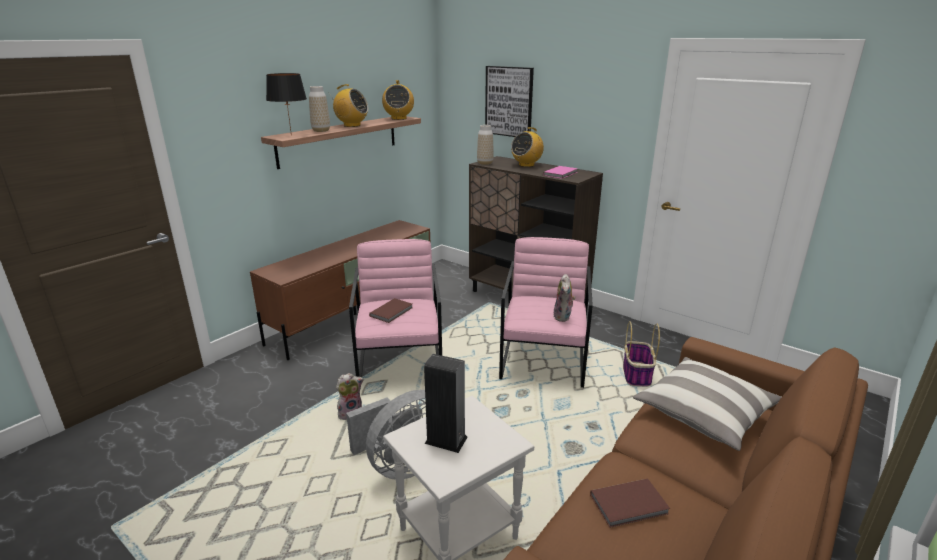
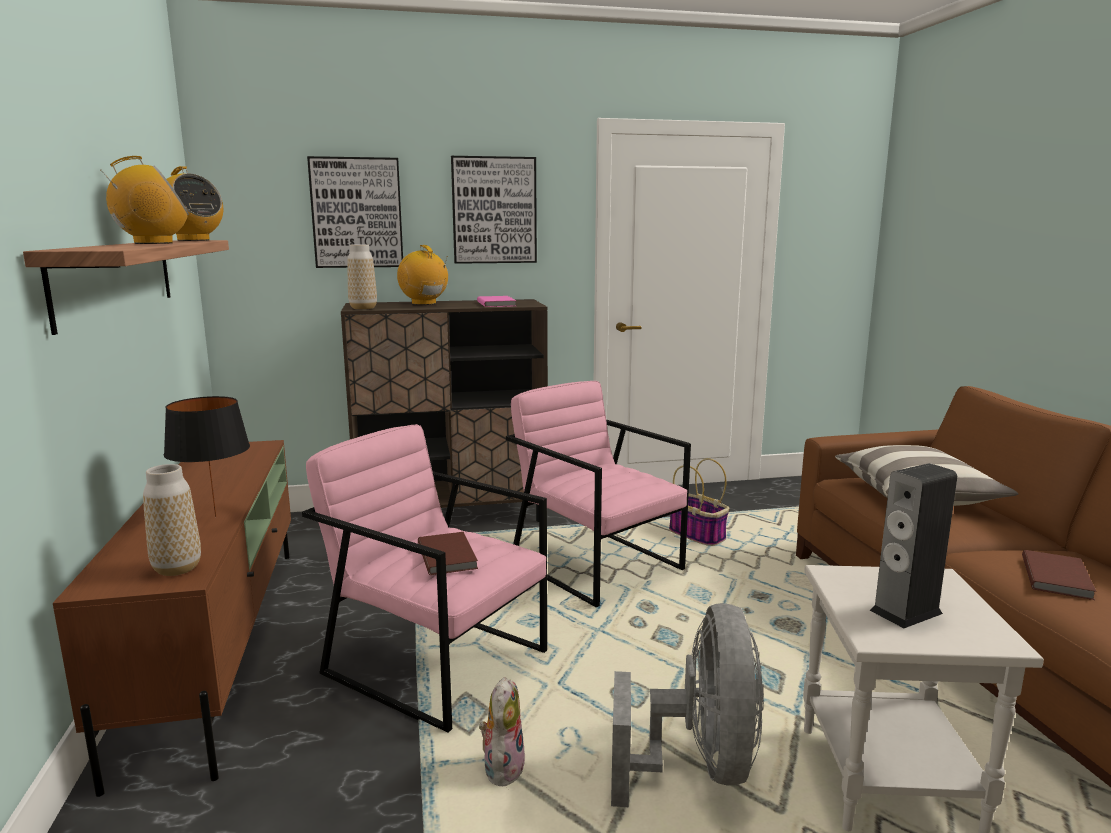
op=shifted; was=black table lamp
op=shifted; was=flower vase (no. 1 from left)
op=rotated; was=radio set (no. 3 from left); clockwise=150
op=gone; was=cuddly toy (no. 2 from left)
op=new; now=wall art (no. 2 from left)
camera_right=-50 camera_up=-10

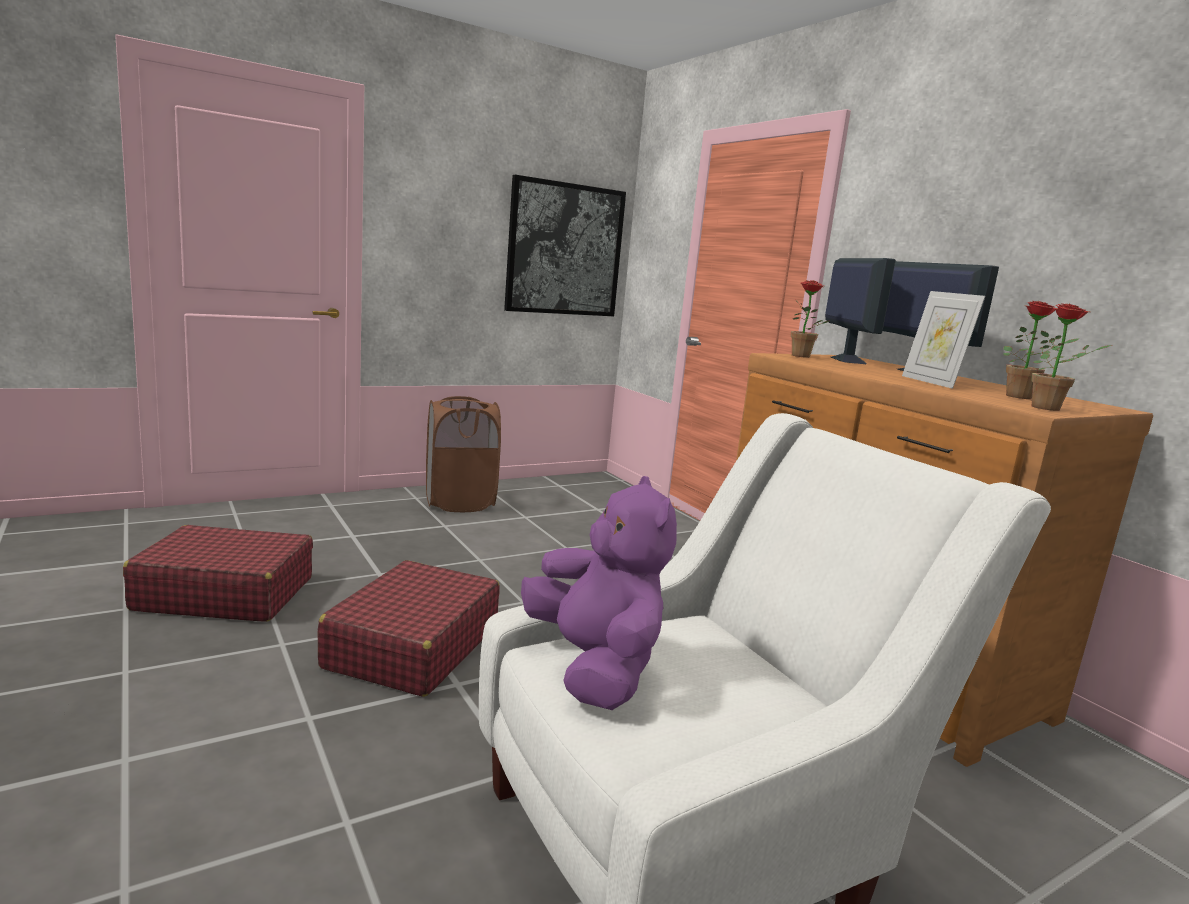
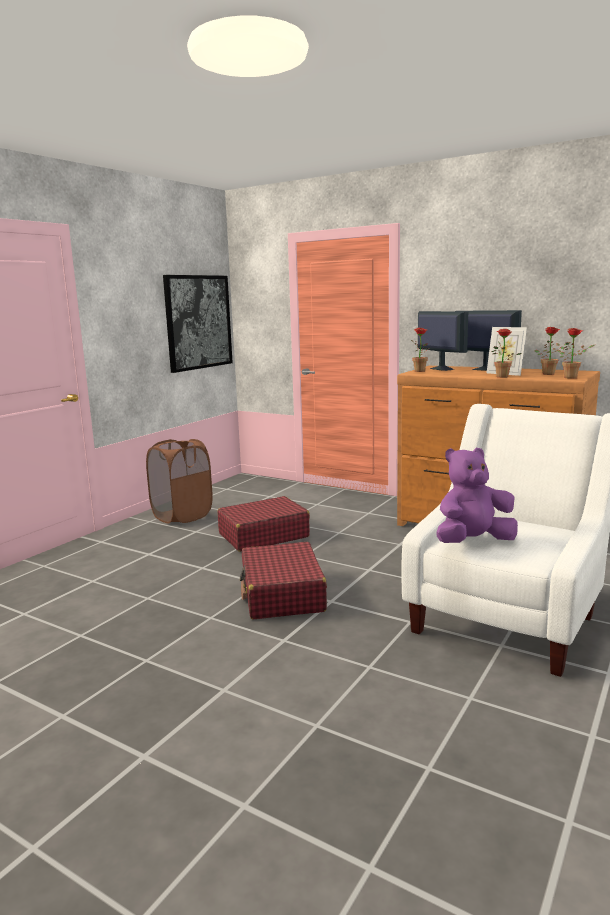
op=rotated; was=purple cuddly toy; clockwise=-60
op=shifted; was=red-coloured suitcase (no. 1 from left)
op=new; now=houseplant (no. 2 from left)
camera_right=-25 camera_up=0

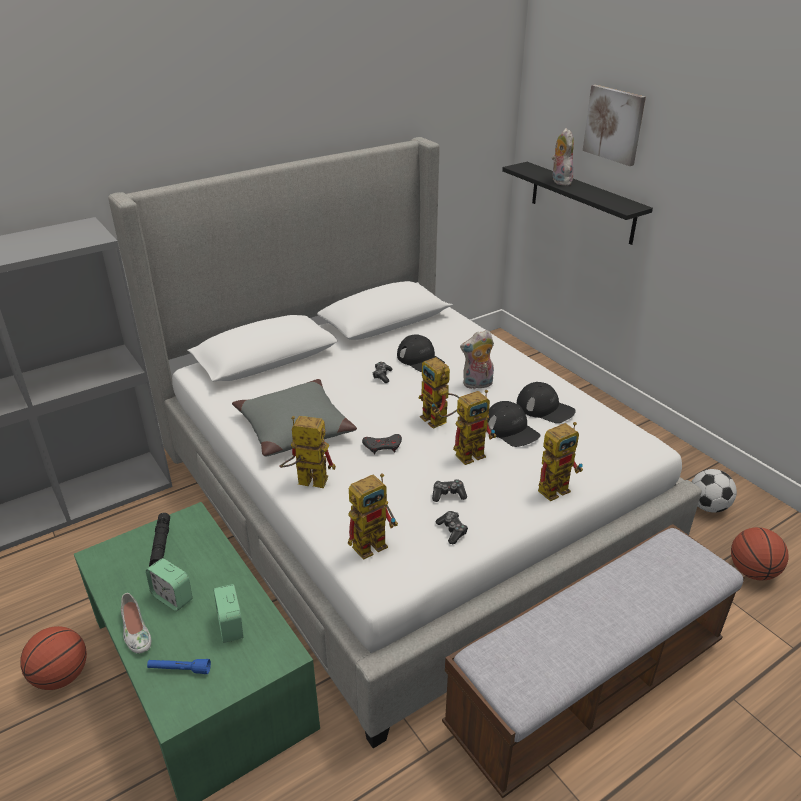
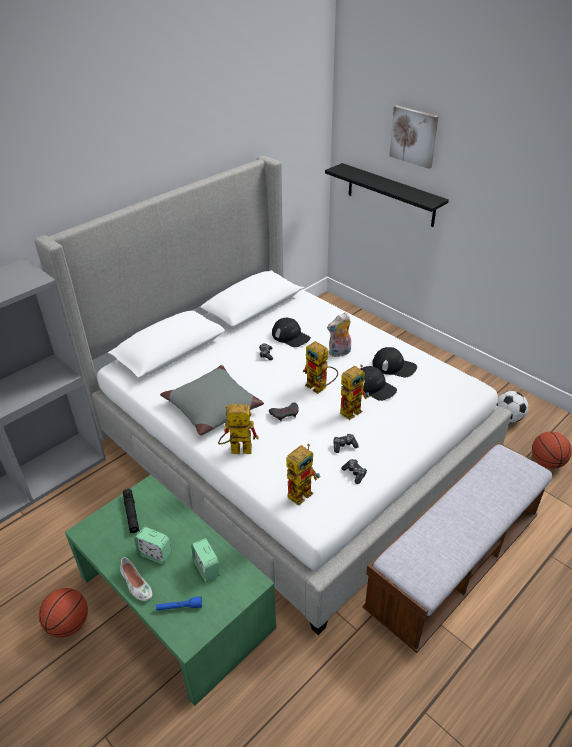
op=gone; was=cuddly toy (no. 2 from left)
op=gone; was=model robot (no. 5 from left)
camera_right=-10 camera_up=5

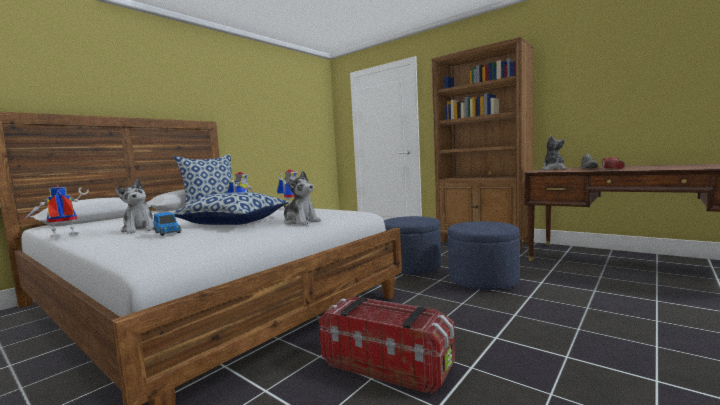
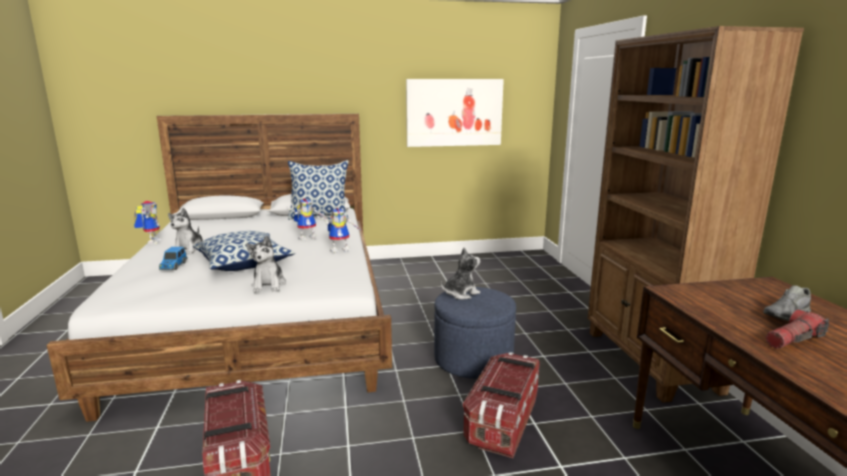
op=shifted; was=cuddly toy (no. 3 from left)
op=rotated; was=model robot (no. 1 from left); clockwise=75
op=swapped; was=bluish pouffe (no. 2 from left); now=storage container (no. 2 from left)
op=new; now=wall art
camera_right=40 camera_up=10

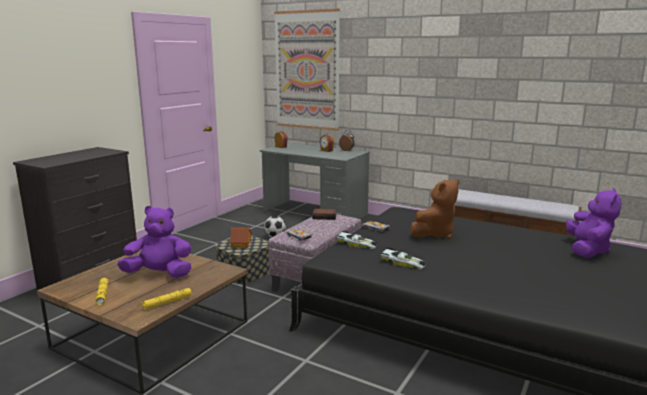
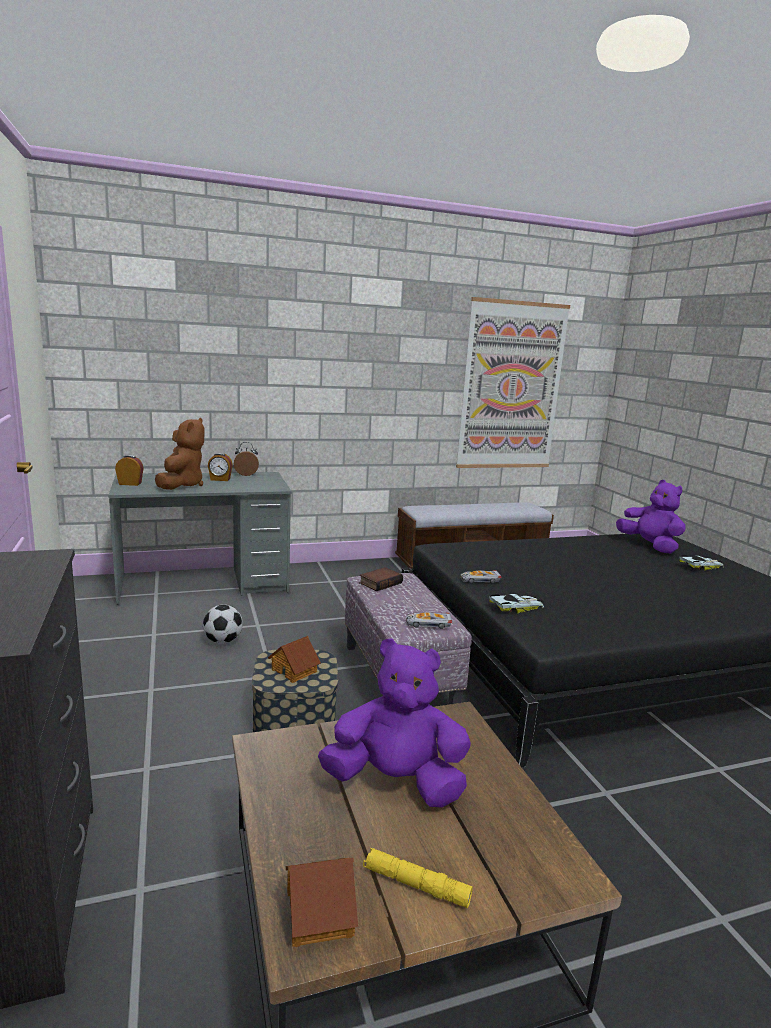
op=shifted; was=wall art
op=shifted; was=brown-coloured cuddly toy
op=rotated; was=purple cuddly toy (no. 1 from left); clockwise=60
op=shifted; was=model car (no. 4 from left)
op=gone; was=yellow flashlight (no. 2 from left)
op=new; now=toy house (no. 2 from left)
camera_right=-50 camera_up=0

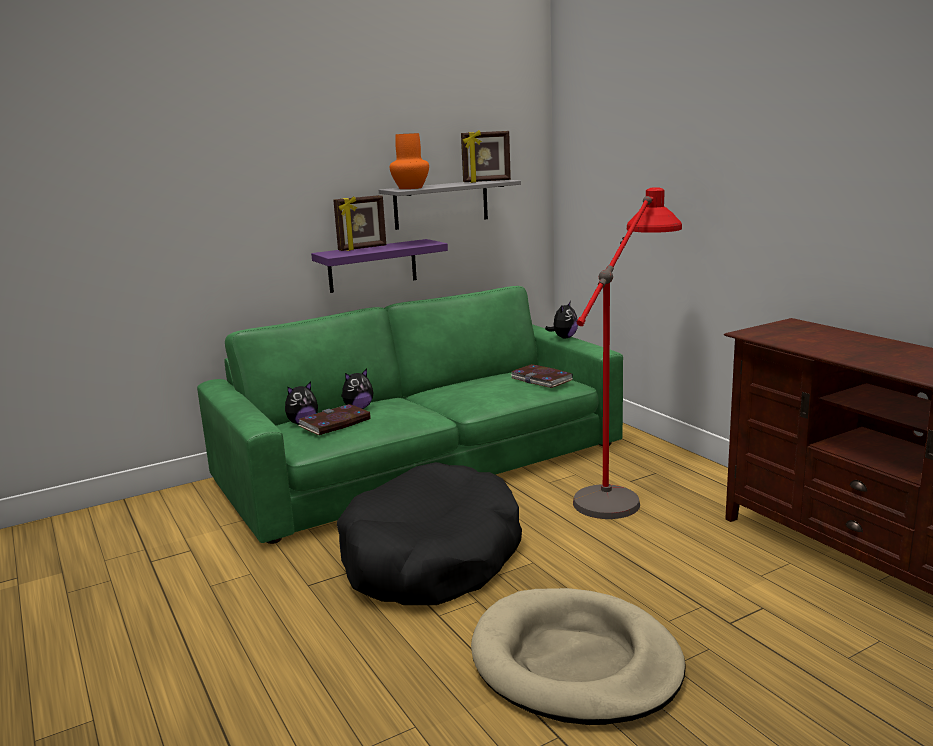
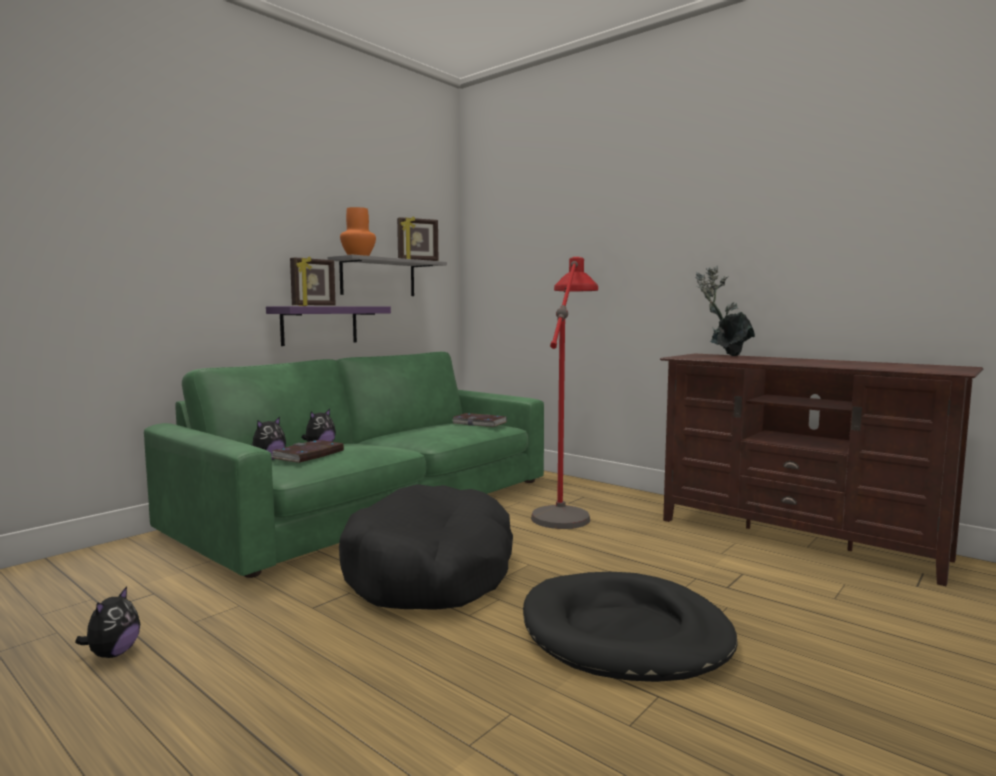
op=shifted; was=cuddly toy (no. 3 from left in the first image); now=cuddly toy (no. 1 from left)
op=repainted; was=sand-coloured pet bed; now=black pet bed (no. 2 from left)
op=new; now=houseplant
camera_right=-20 camera_up=-10

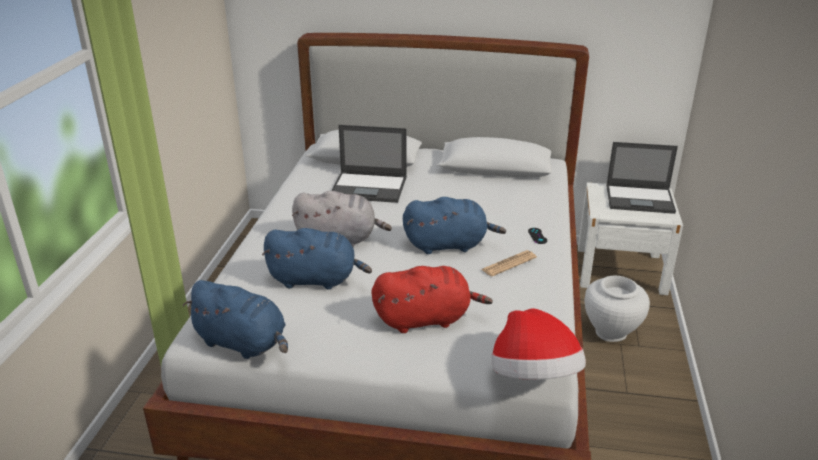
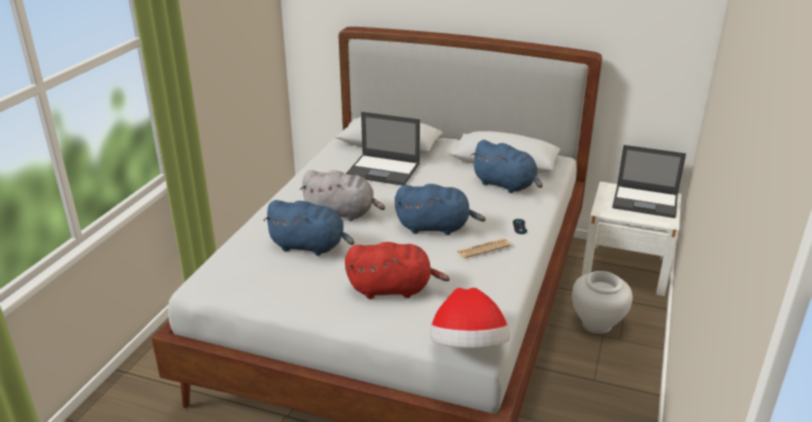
op=shifted; was=bluish cuddly toy (no. 1 from left in the first image); now=bluish cuddly toy (no. 3 from left)
camera_right=10 camera_up=0

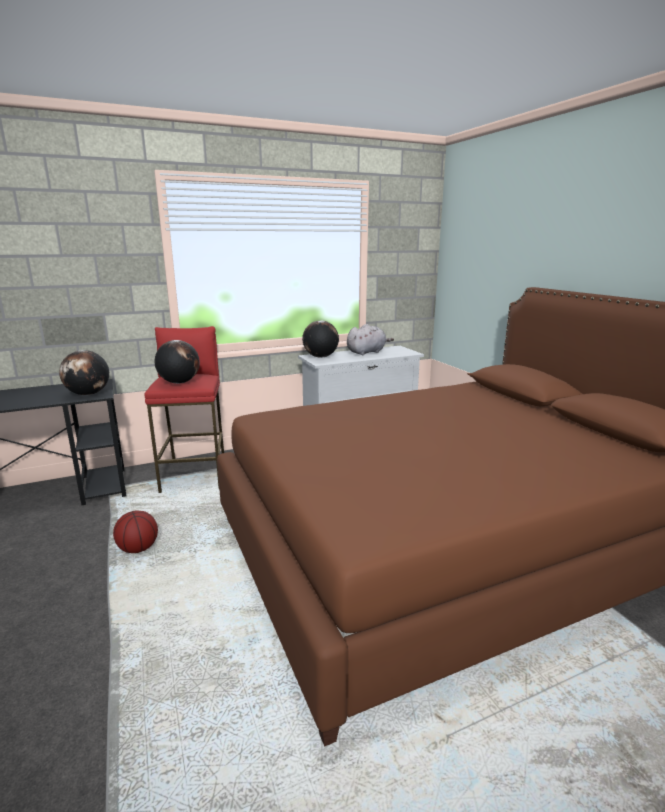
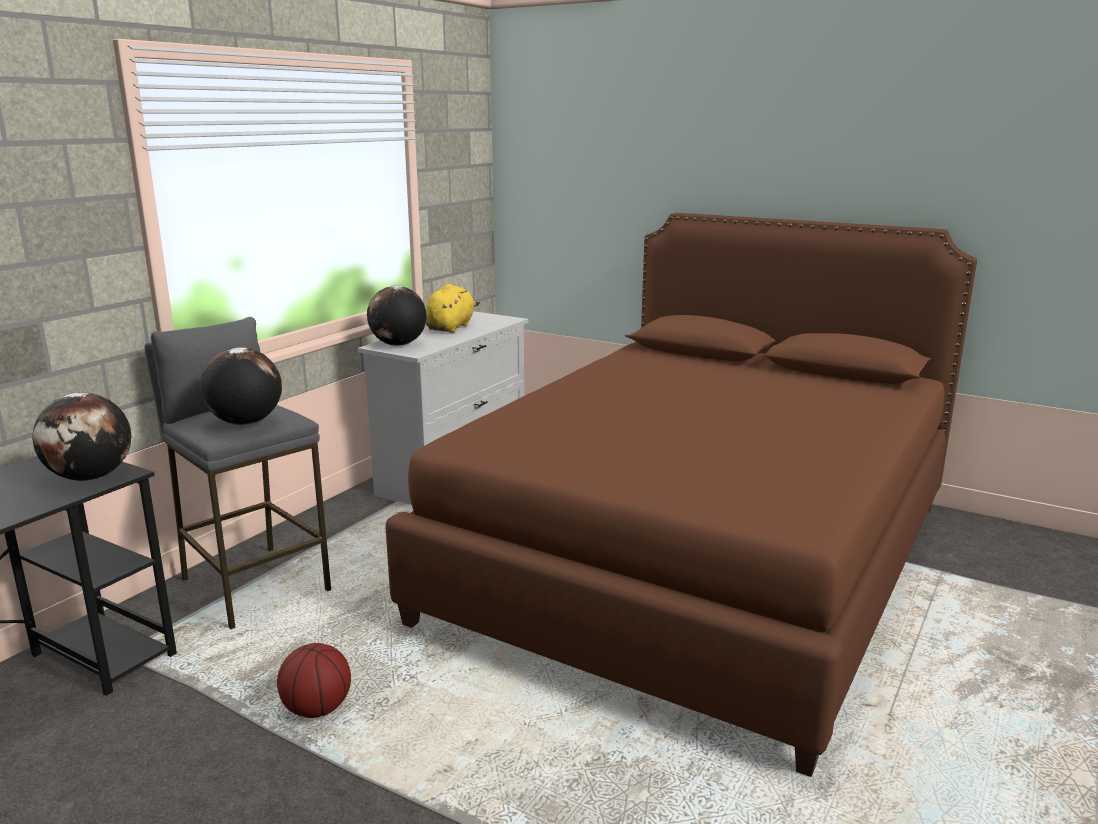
op=repainted; was=greyish cuddly toy; now=yellow cuddly toy
op=repainted; was=red-coloured stool seat; now=greyish stool seat
camera_right=-35 camera_up=0

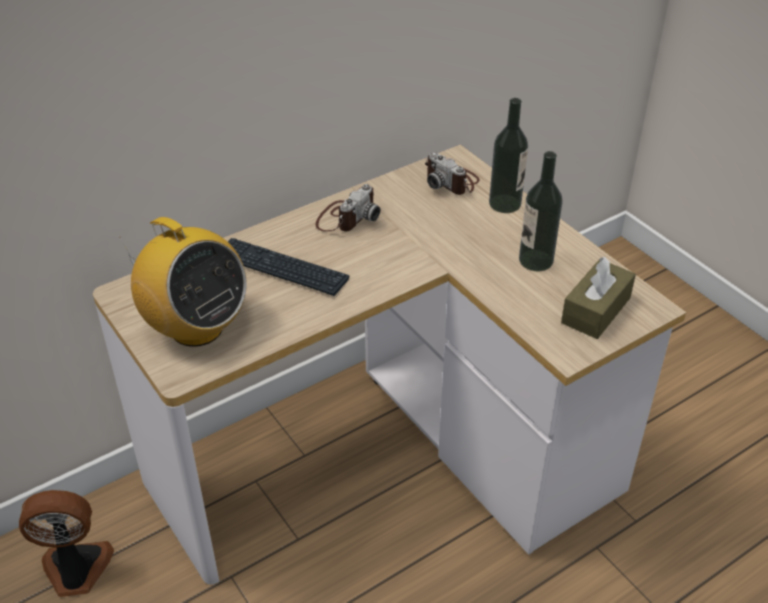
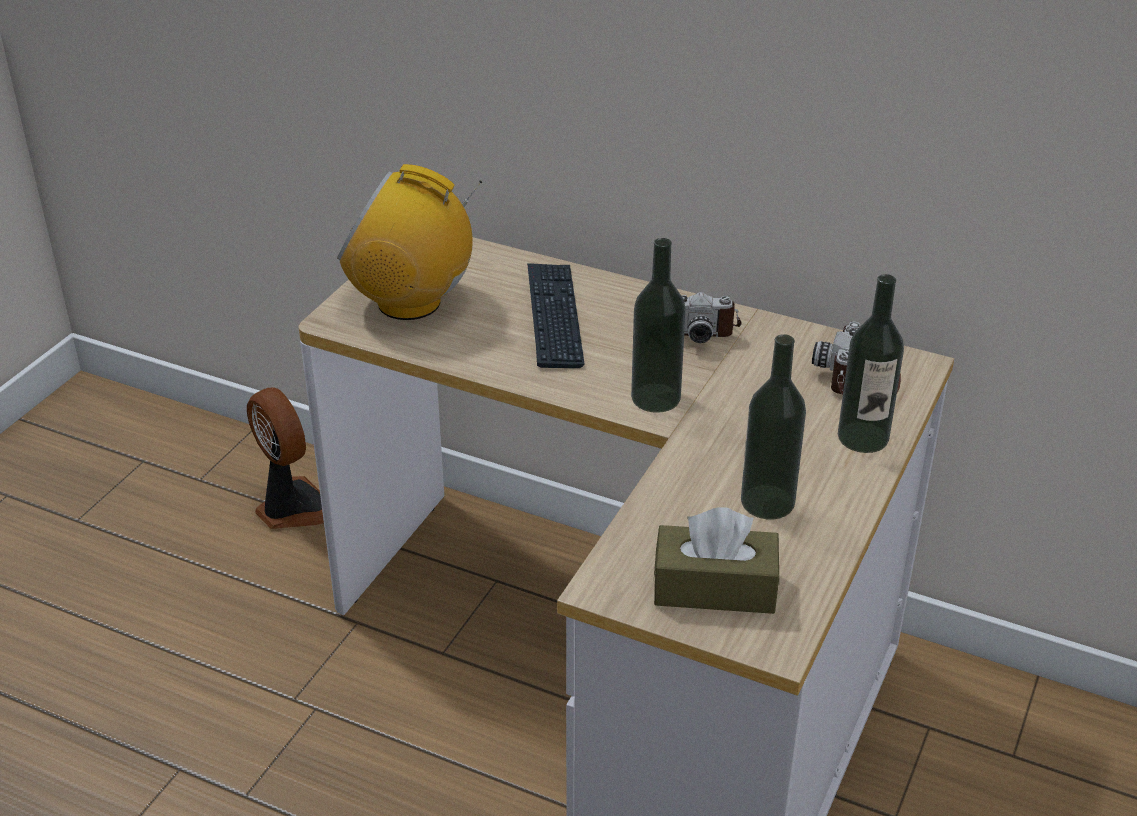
op=rotated; was=radio set; clockwise=90
op=new; now=beverage bottle (no. 1 from left)
camera_right=60 camera_up=-5

